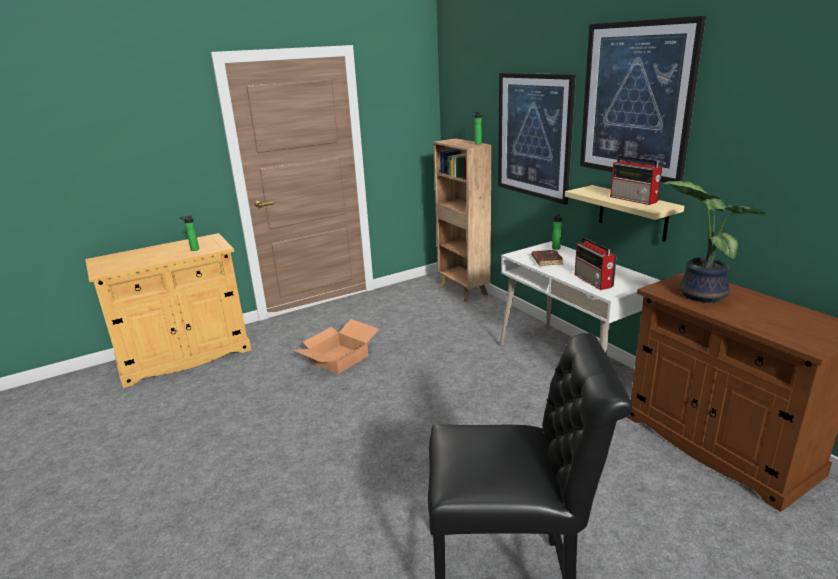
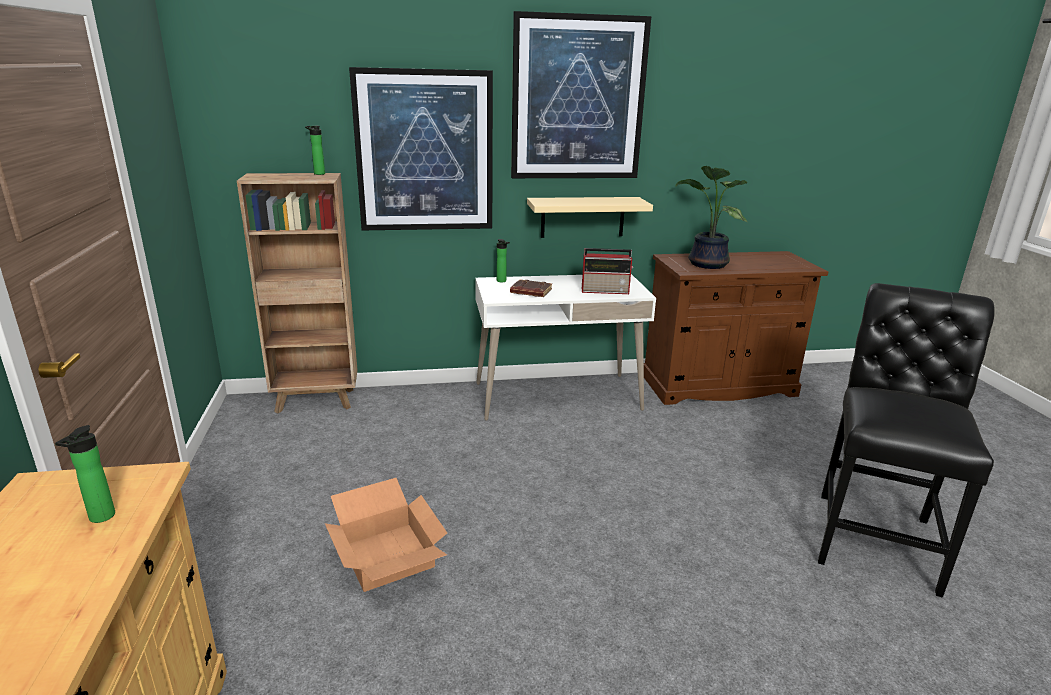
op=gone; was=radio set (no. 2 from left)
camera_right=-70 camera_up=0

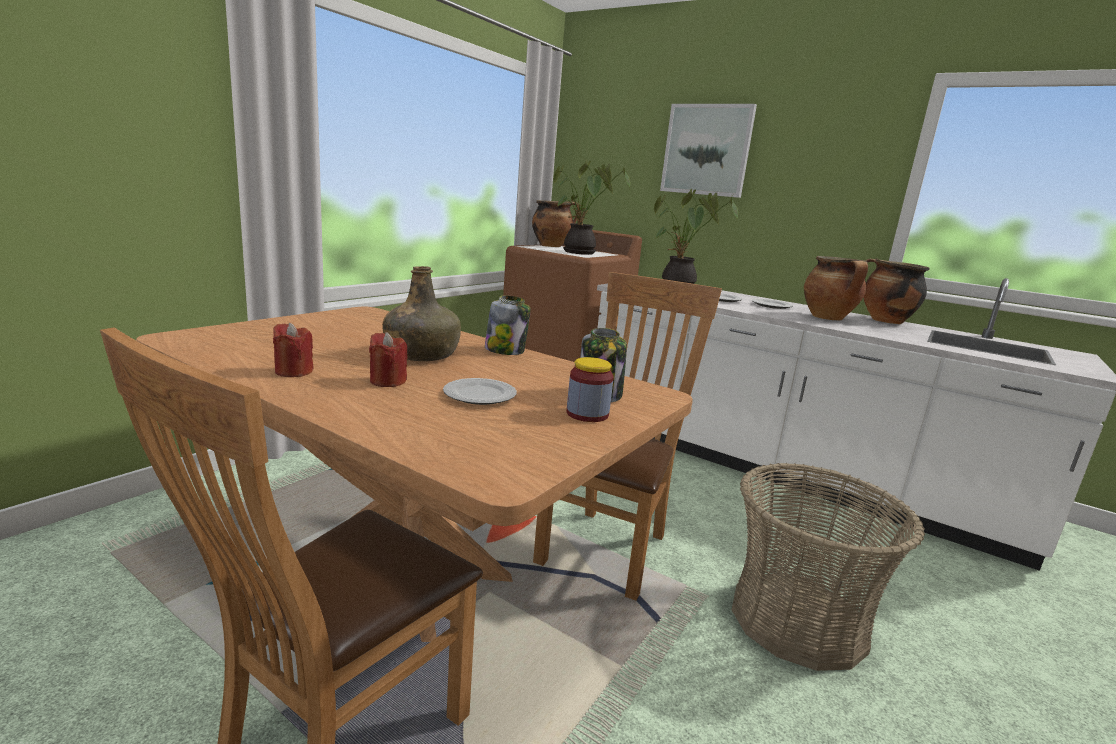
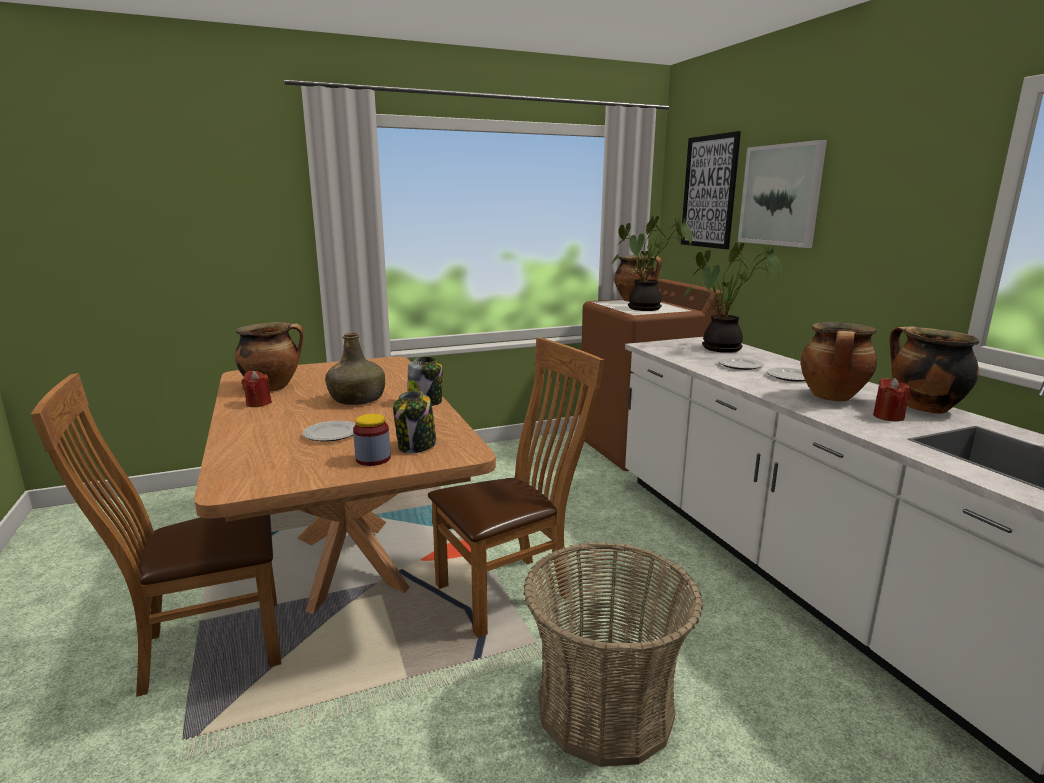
op=shifted; was=red-coloured wax light (no. 2 from left)
op=new; now=wall art (no. 1 from left)
op=new; now=saucepot (no. 1 from left)
camera_right=35 camera_up=0

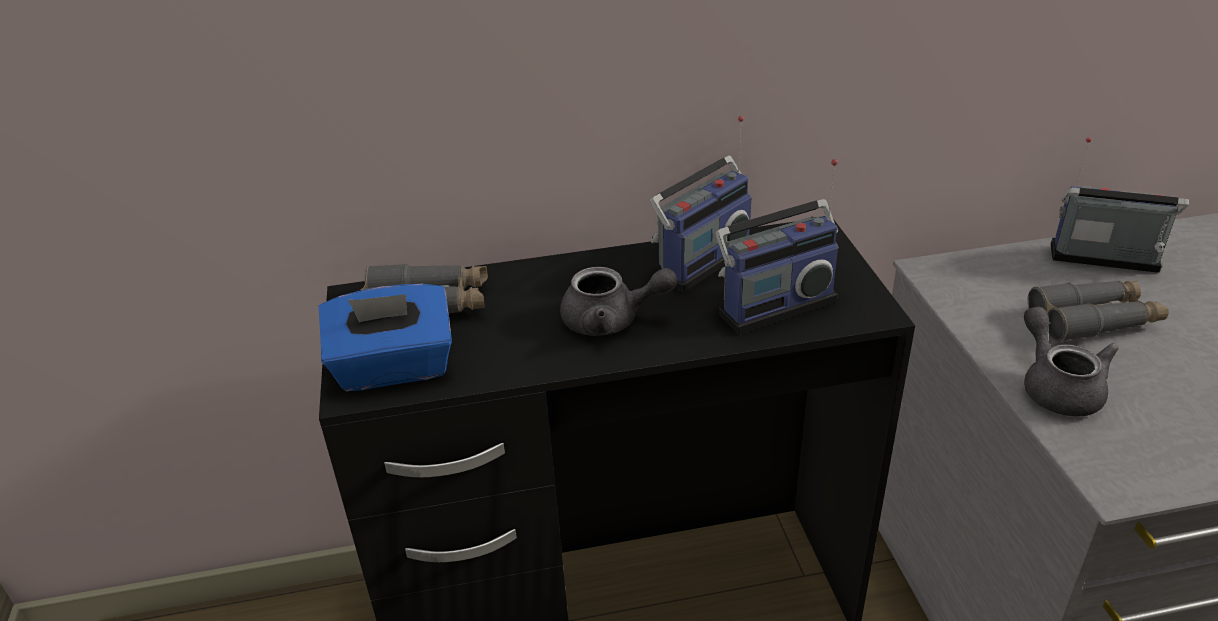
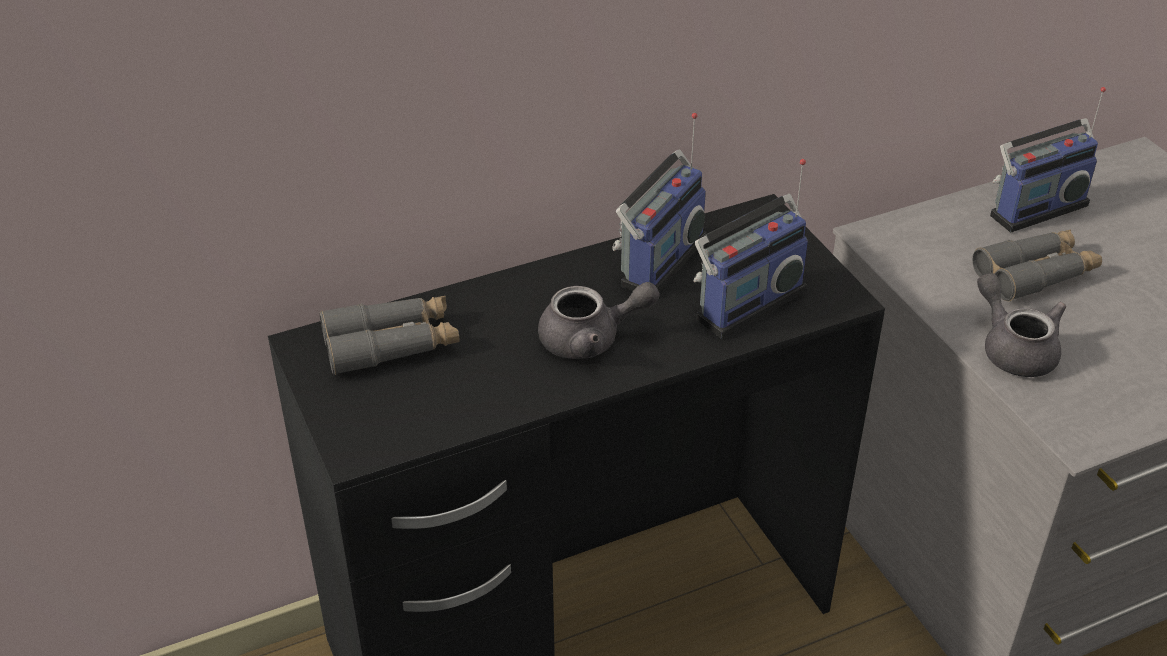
op=rotated; was=radio set (no. 3 from left); clockwise=150
op=gone; was=bluish box of tissues
camera_right=-15 camera_up=5

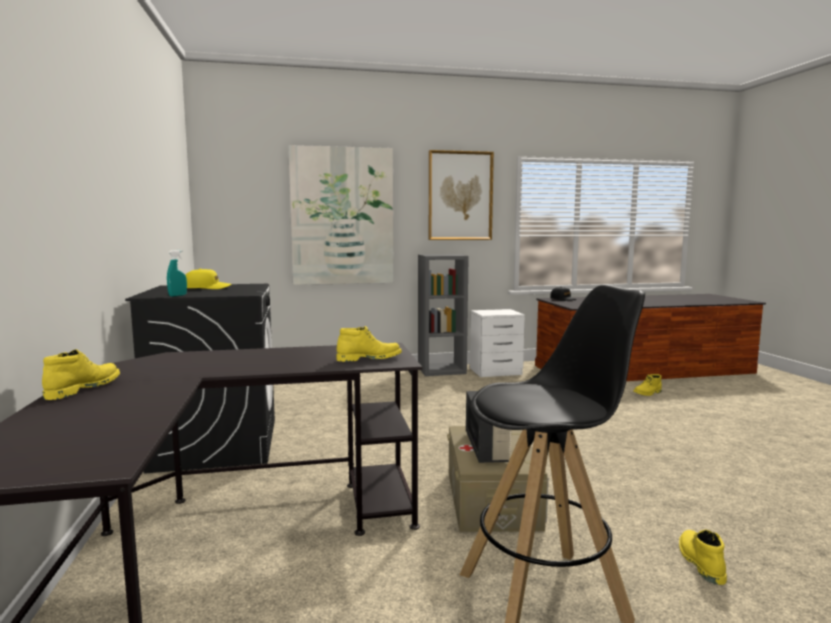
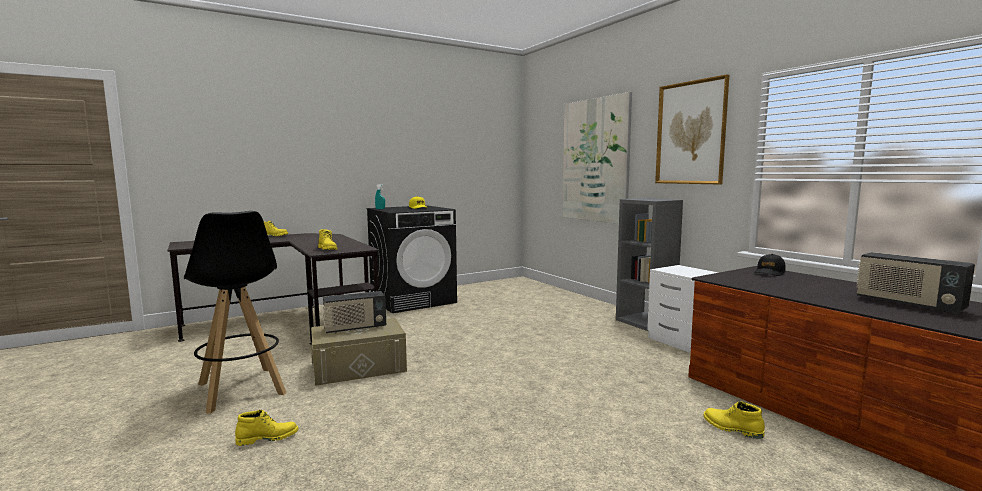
op=new; now=radio set (no. 2 from left)
camera_right=70 camera_up=0

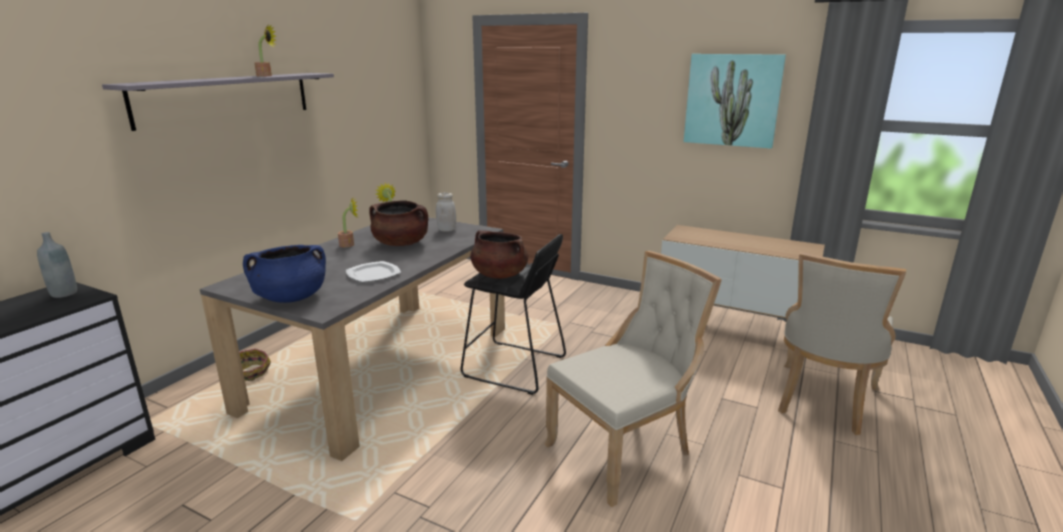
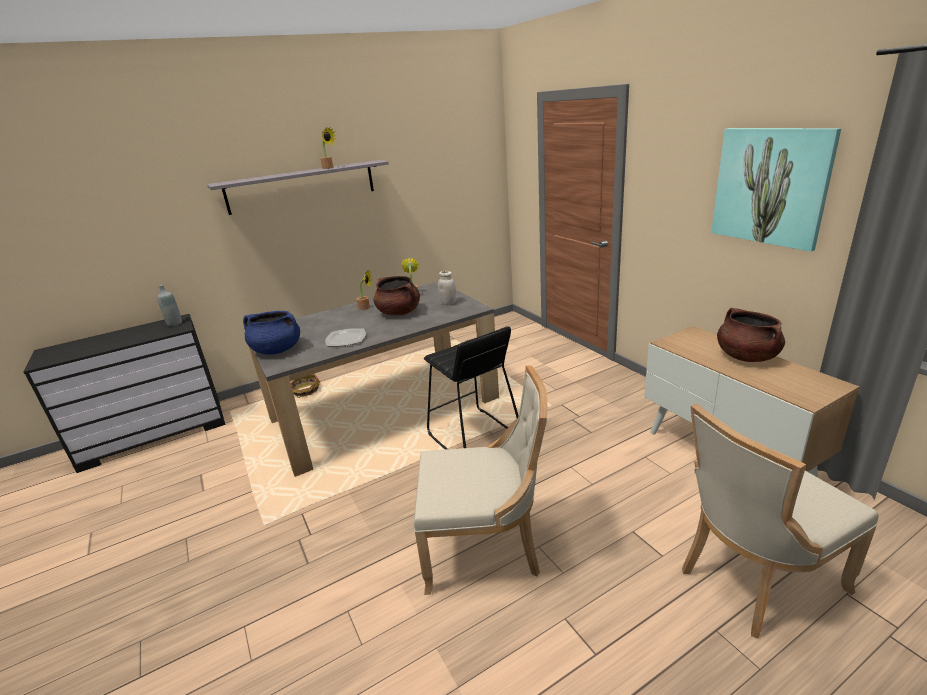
op=shifted; was=brown-coloured saucepot (no. 2 from left)
camera_right=35 camera_up=5

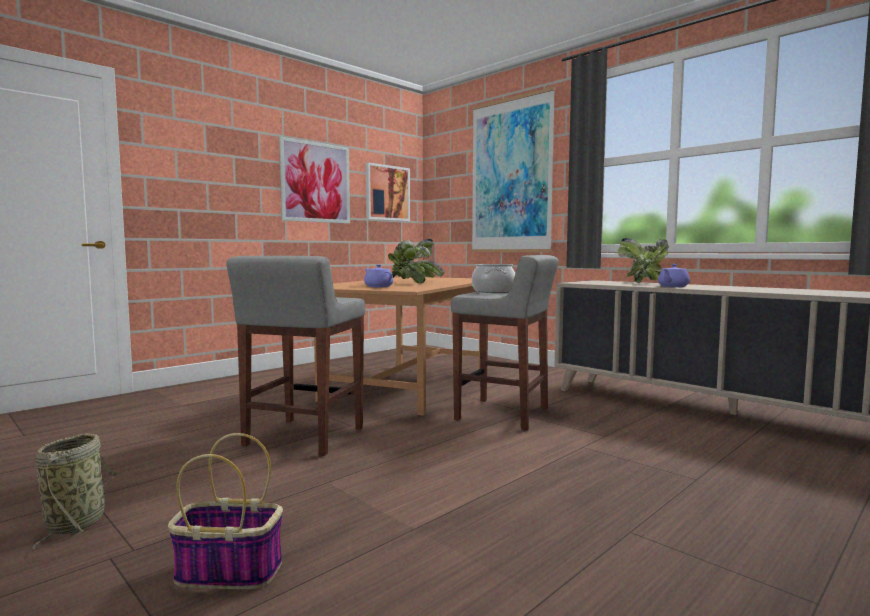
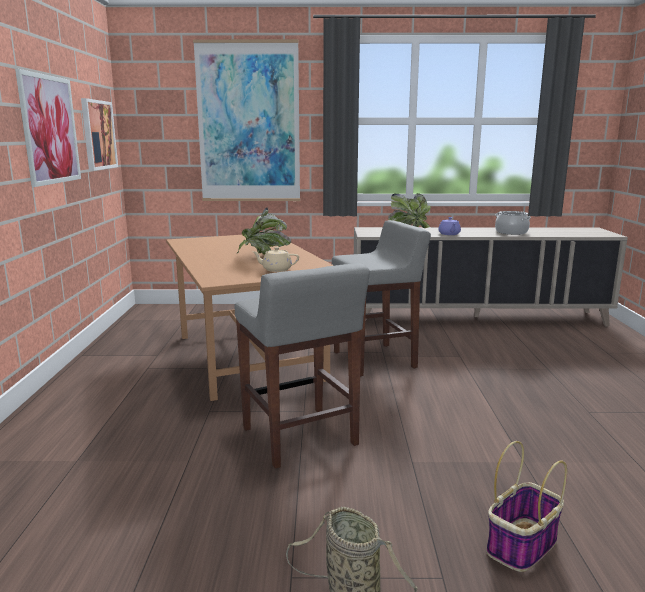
op=repainted; was=purple pot for tea (no. 1 from left); now=sand-coloured pot for tea
op=shifted; was=saucepot
camera_right=-45 camera_up=10

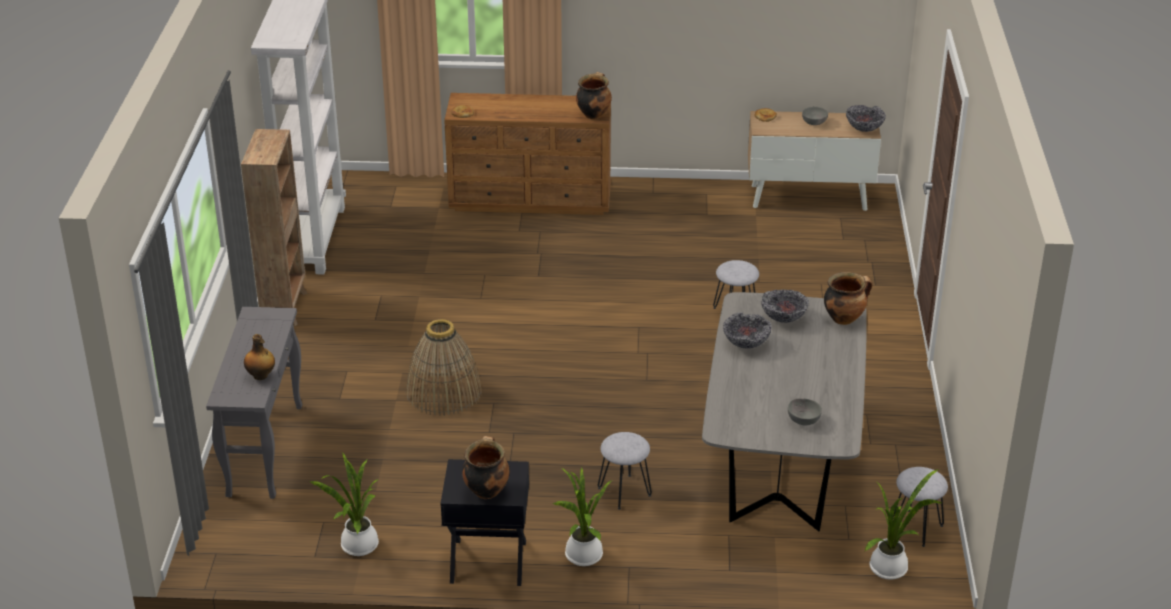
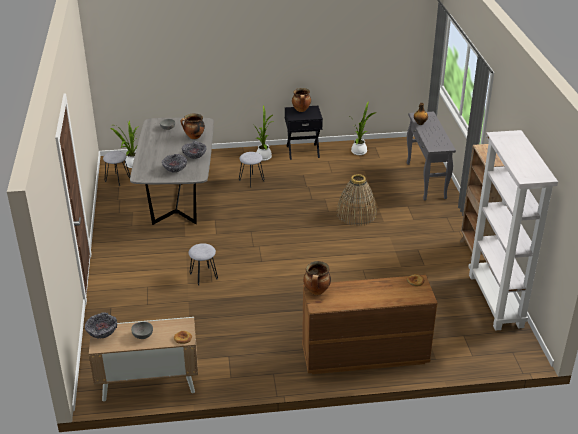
op=shifted; was=saucepot (no. 3 from left in the first image); now=saucepot (no. 1 from left)
camera_right=170 camera_up=0

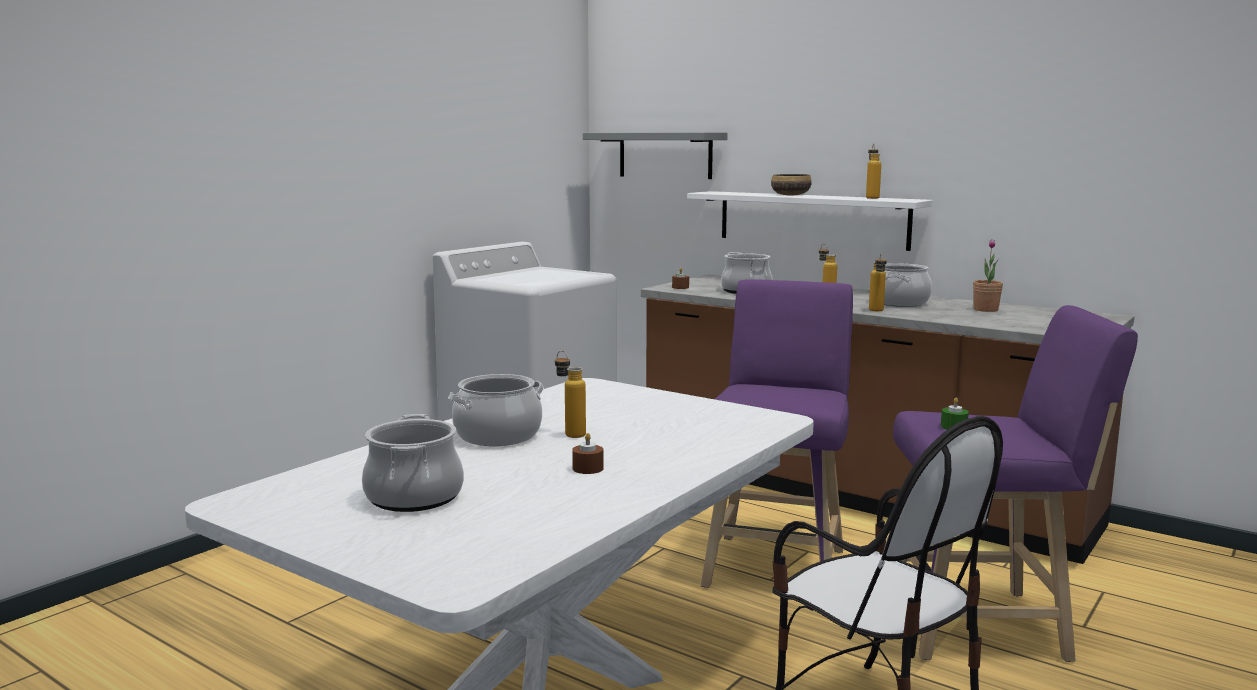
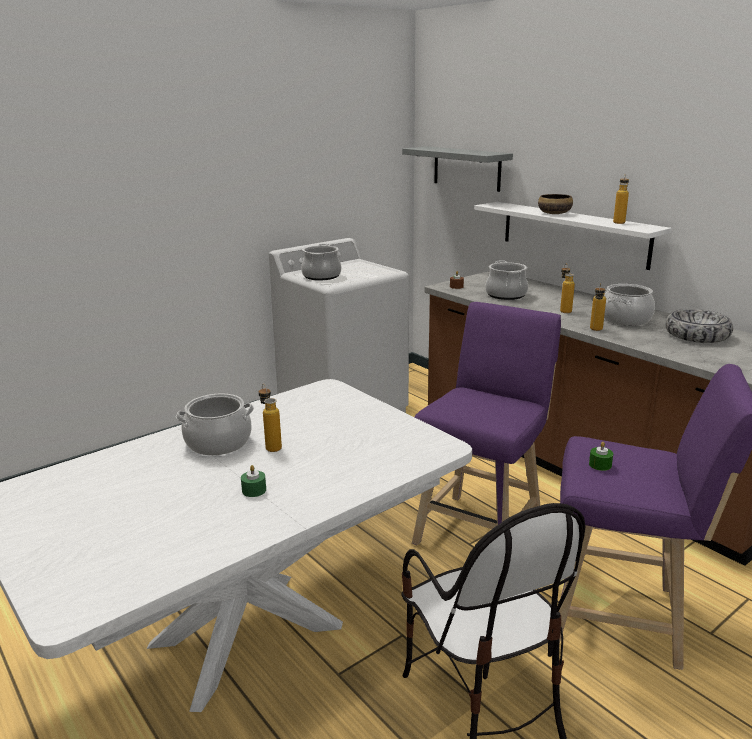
op=swapped; was=houseplant; now=serving bowl (no. 2 from left)
op=shifted; was=saucepot (no. 1 from left in the first image); now=saucepot (no. 2 from left)
op=repainted; was=brown-coloured wax light (no. 1 from left); now=greenish wax light (no. 1 from left)
camera_right=15 camera_up=10

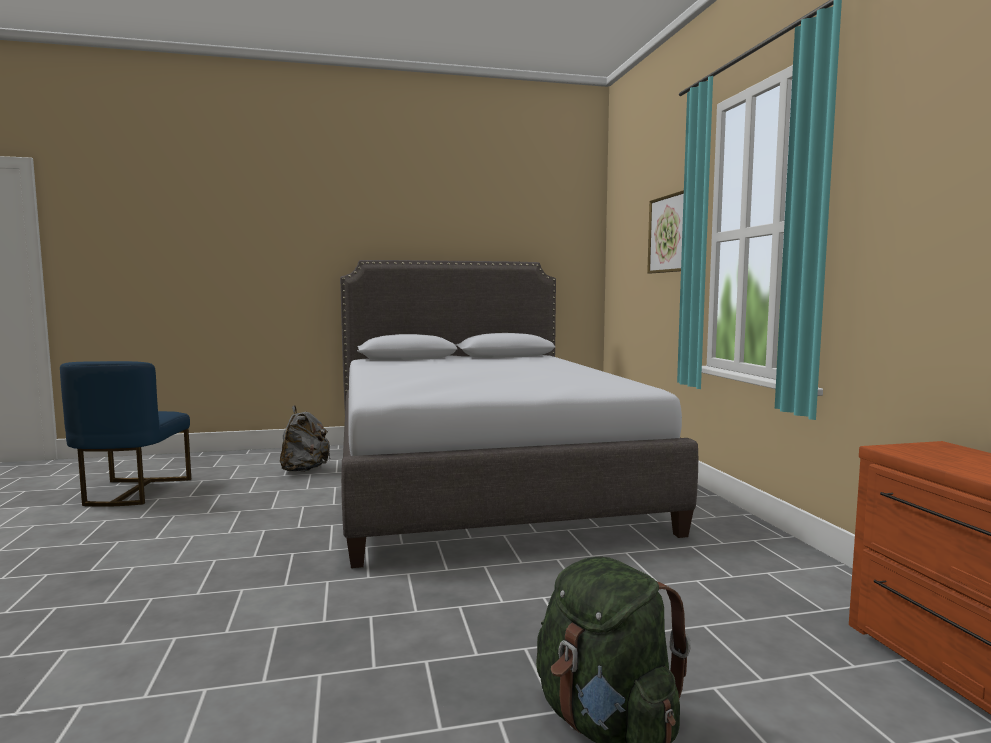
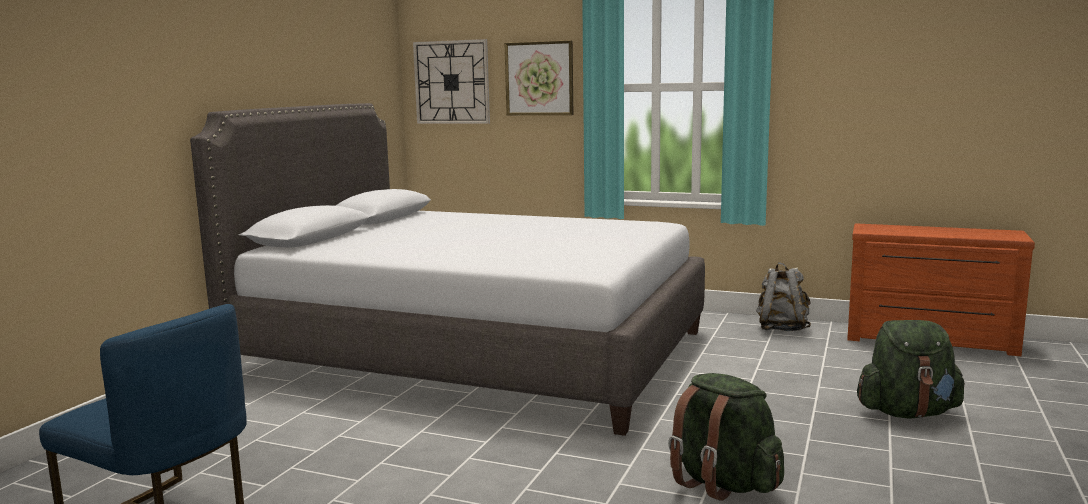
op=shifted; was=greyish knapsack
op=new; now=clock on the wall
op=new; now=greenish knapsack (no. 1 from left)
camera_right=-55 camera_up=5

